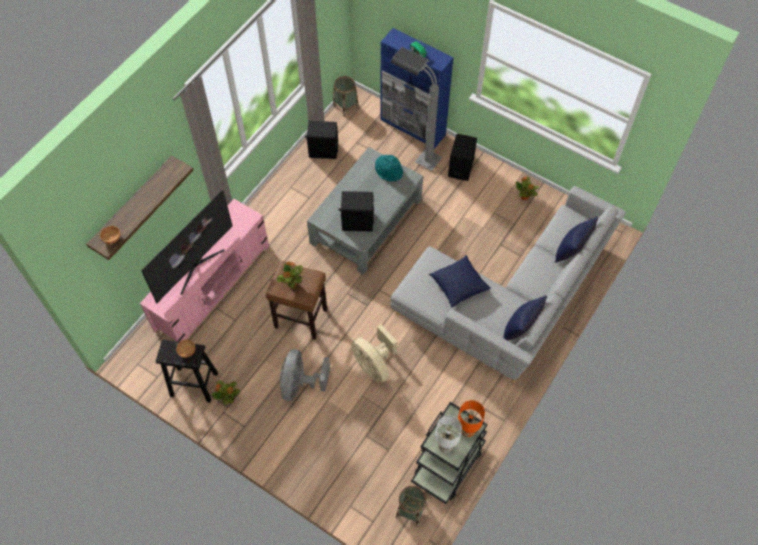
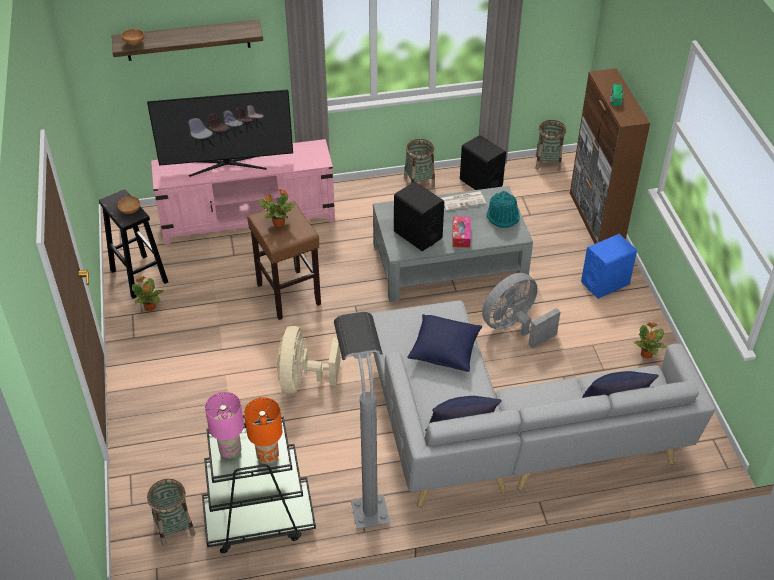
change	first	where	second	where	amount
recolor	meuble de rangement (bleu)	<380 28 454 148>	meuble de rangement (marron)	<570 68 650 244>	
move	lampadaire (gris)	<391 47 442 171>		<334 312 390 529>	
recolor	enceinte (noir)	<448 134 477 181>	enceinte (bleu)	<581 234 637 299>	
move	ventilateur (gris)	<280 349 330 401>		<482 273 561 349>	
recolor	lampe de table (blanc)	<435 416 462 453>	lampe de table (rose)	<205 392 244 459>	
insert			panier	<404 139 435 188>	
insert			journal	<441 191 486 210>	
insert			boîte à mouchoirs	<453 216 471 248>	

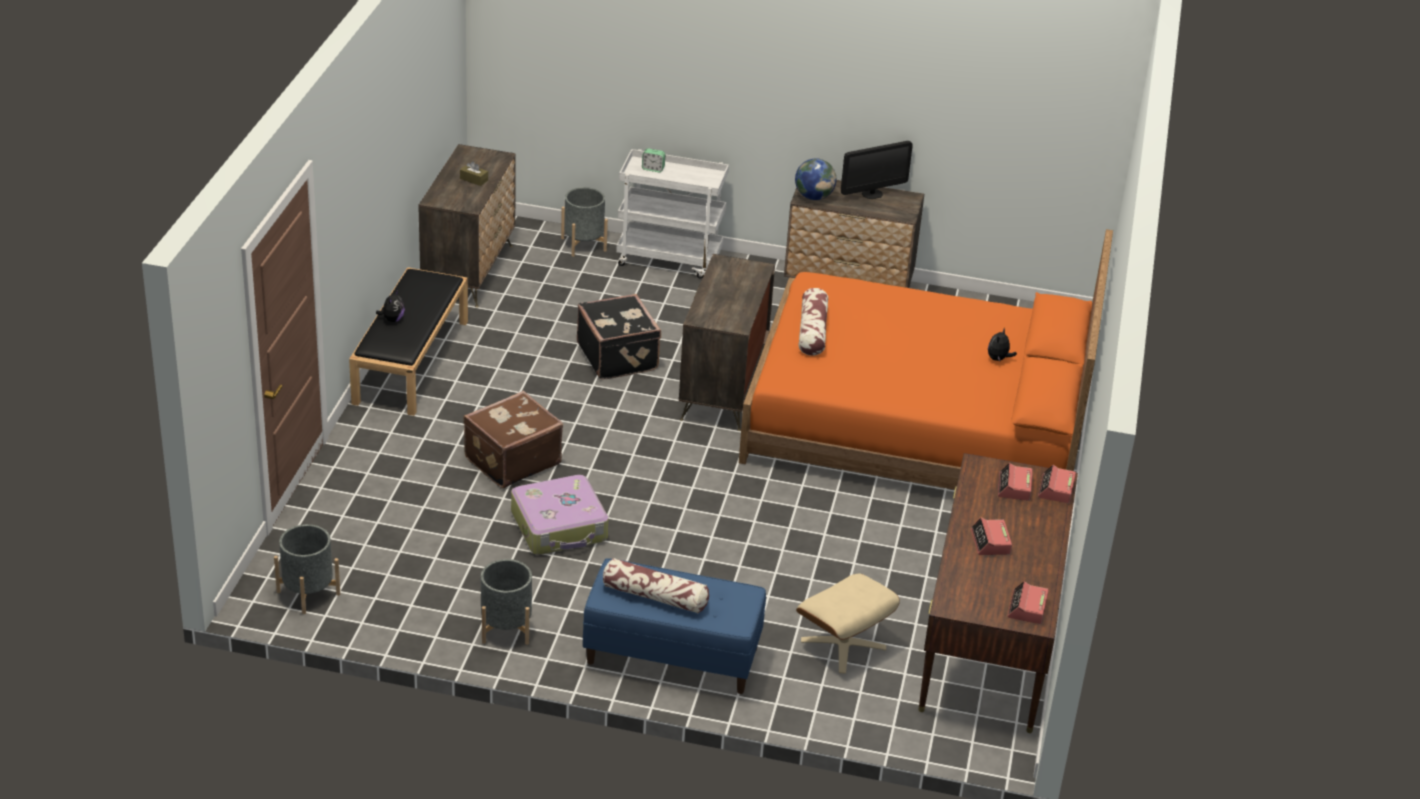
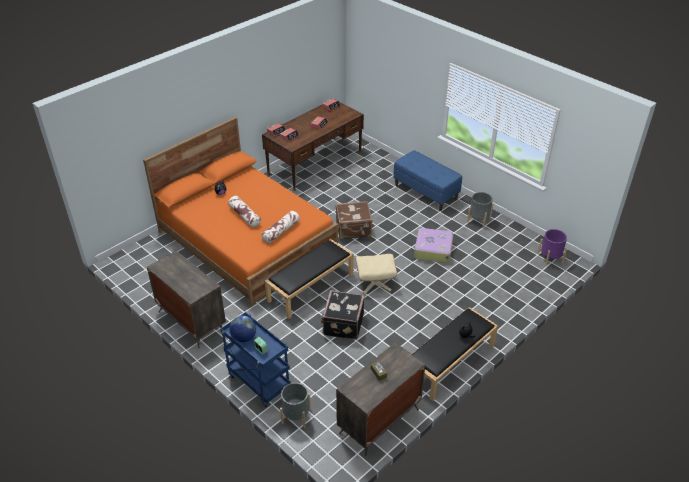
change	first	where	second	where	amount
delete	écran d'ordinateur	<841 141 913 199>			
recolor	chariot (blanc)	<616 149 729 279>	chariot (bleu)	<220 312 291 408>	
move	globe	<795 158 836 200>		<229 315 256 342>	
replace	commode	<679 254 775 431>	banc (noir)	<265 239 354 319>	
move	valise (marron)	<463 391 563 489>		<336 201 372 239>	
recolor	cache-pot (gris)	<274 524 340 614>	cache-pot (violet)	<537 229 567 266>	
move	coussin	<603 558 709 613>		<228 196 261 227>	
move	pouf (beige)	<796 573 900 674>		<355 254 397 294>	

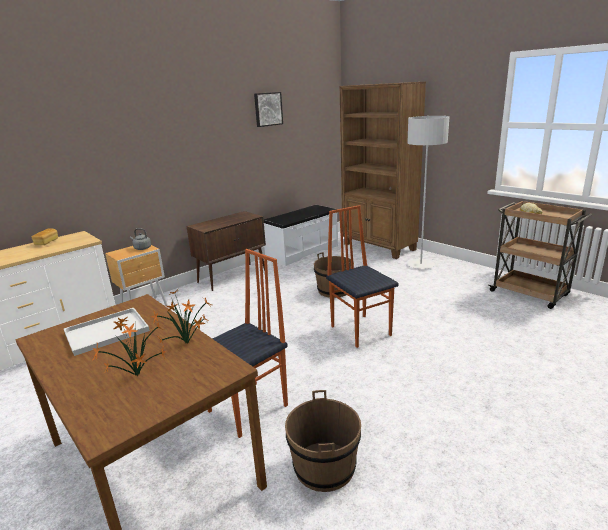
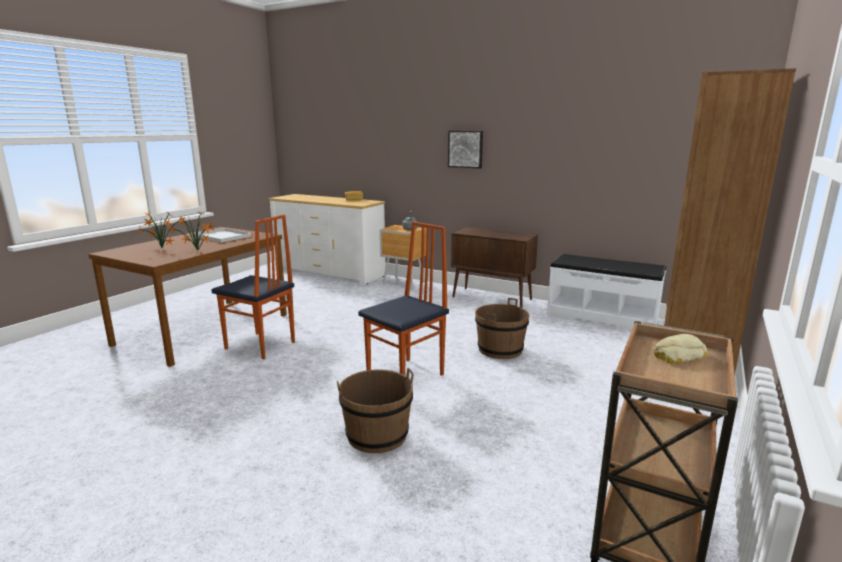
change	first	where	second	where	amount
move	tableau	<254 92 283 127>		<448 131 483 168>	
delete	lampadaire (gris)	<407 116 449 269>			
move	seau (marron)	<285 390 361 492>		<337 368 414 453>	

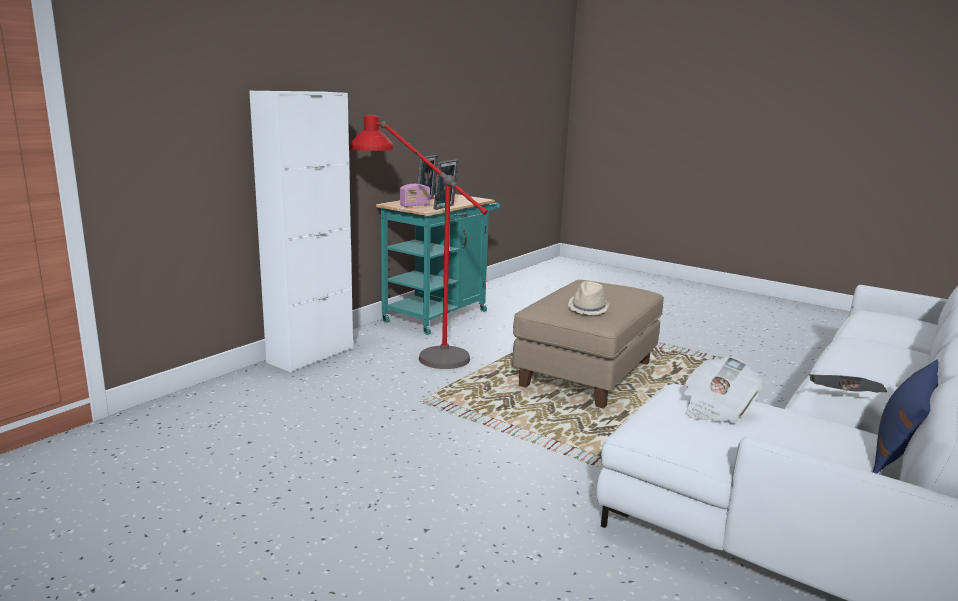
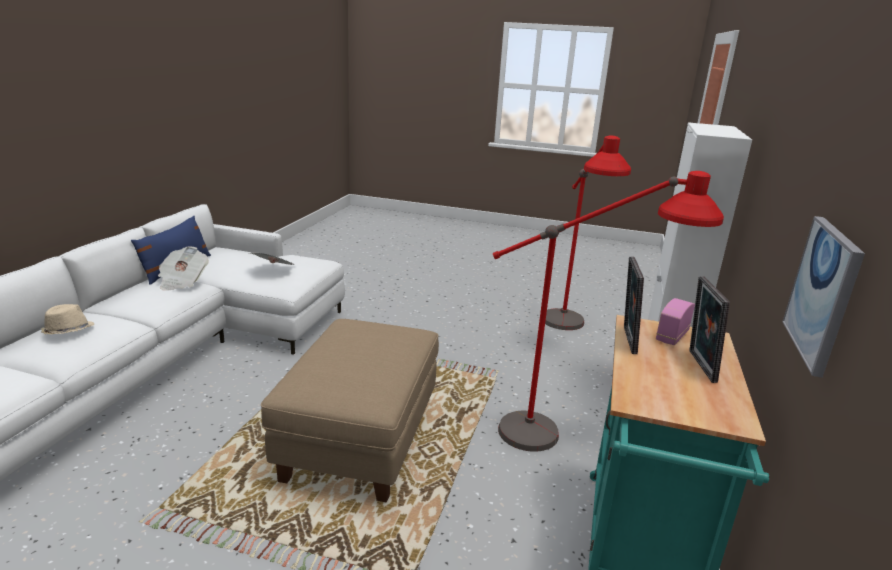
change	first	where	second	where	amount
move	chapeau (beige)	<568 281 610 315>		<41 304 95 335>	
insert			lampadaire (rouge)	<545 135 631 330>	
insert			tableau	<783 216 865 378>	

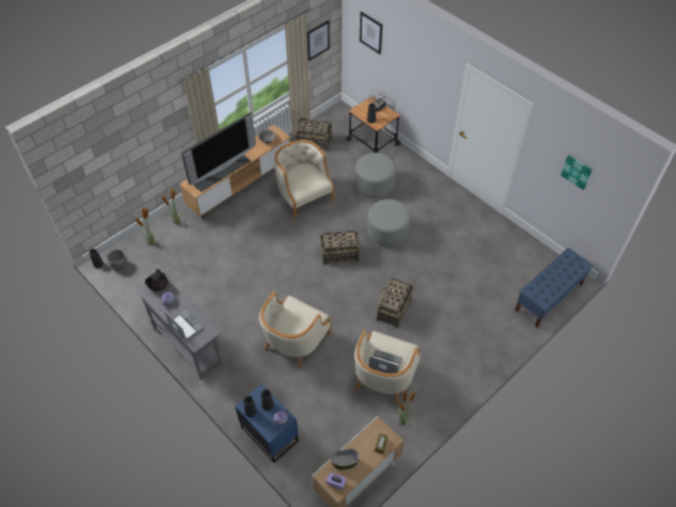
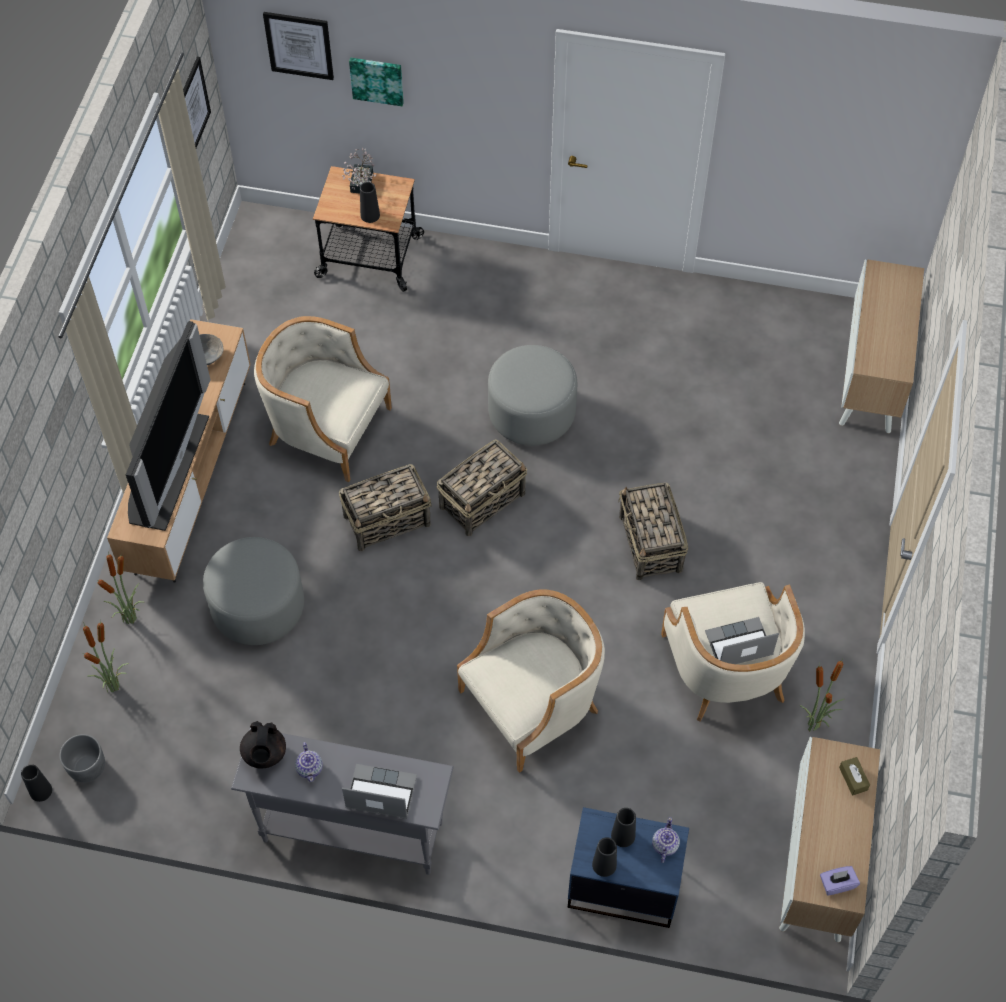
change	first	where	second	where	amount
move	panier	<295 118 332 151>		<339 464 432 551>	
move	pouf (gris)	<355 153 396 198>		<203 537 304 645>	
move	tableau	<561 155 592 190>		<349 58 404 106>	
replace	banc (bleu)	<515 248 593 328>	meuble de rangement	<839 259 924 433>	
rotate	fauteuil (beige)	<259 291 331 369>		<457 589 605 773>	120 degrees counterclockwise
delete	bol	<331 449 359 470>			

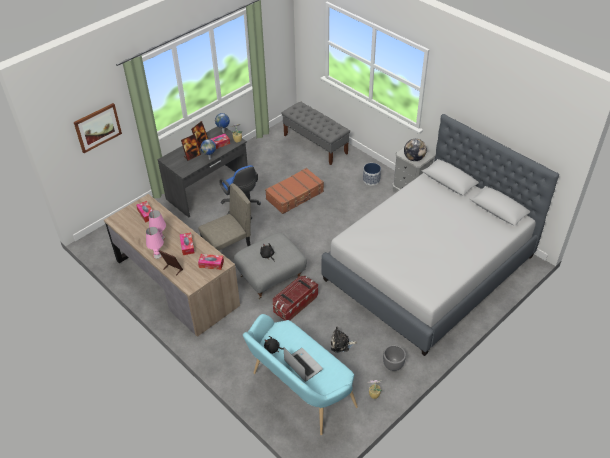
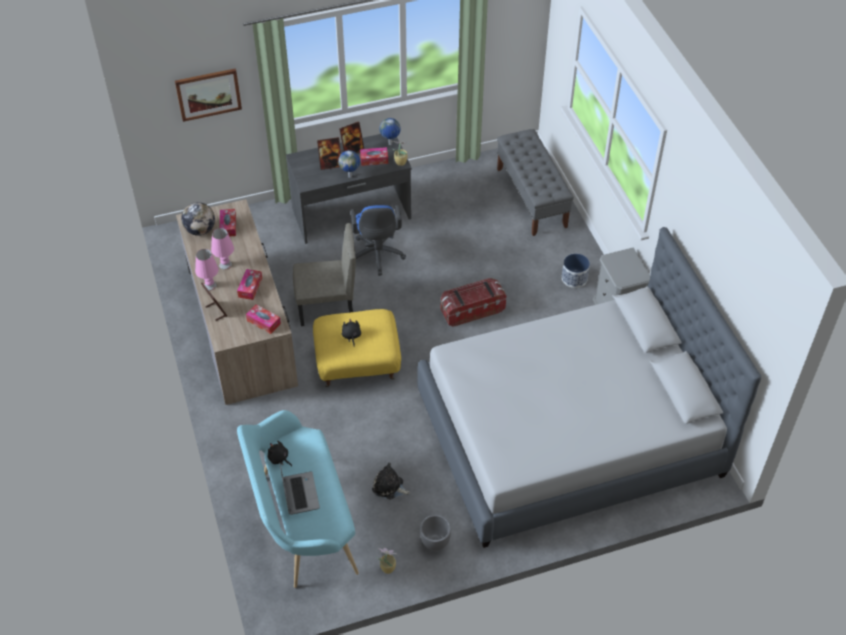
change	first	where	second	where	amount
move	globe	<404 139 427 161>		<181 202 215 236>	
delete	valise (marron)	<265 168 324 214>			
recolor	pouf (gris)	<234 233 307 299>	pouf (jaune)	<313 309 401 387>	
move	boîte de rangement	<273 276 318 321>		<441 278 506 327>	

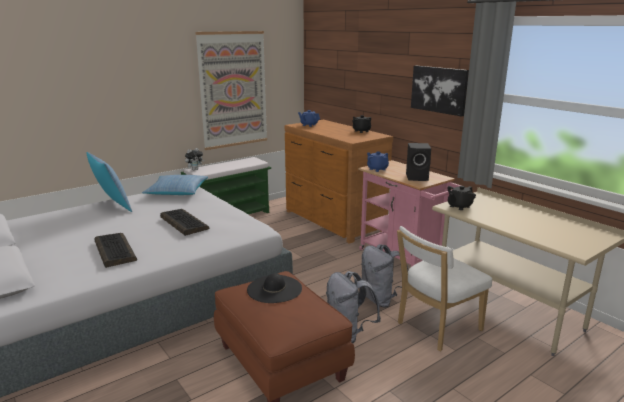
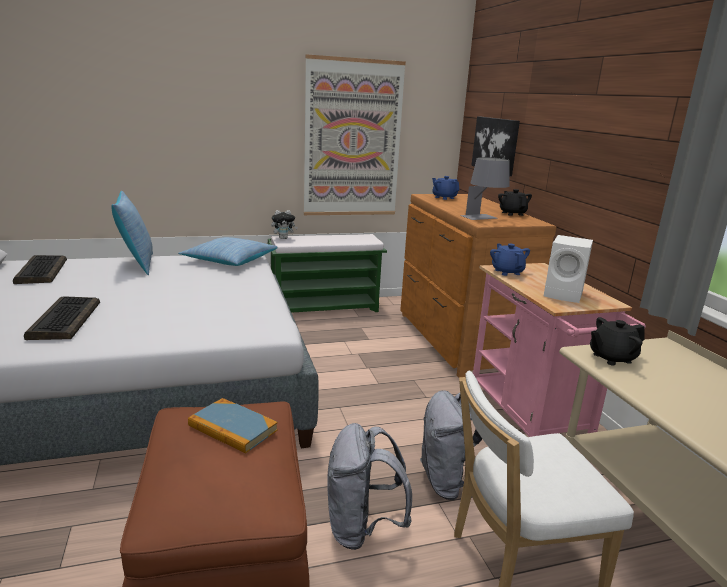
change	first	where	second	where	amount
move	tableau	<411 65 469 117>		<471 116 520 176>	
recolor	enceinte (noir)	<406 143 431 181>	enceinte (blanc)	<544 235 593 303>	
move	clavier	<160 209 209 236>		<13 255 67 284>	
replace	chapeau (noir)	<247 273 302 303>	livre	<188 398 278 453>	
insert			lampe de table (gris)	<460 157 509 220>	

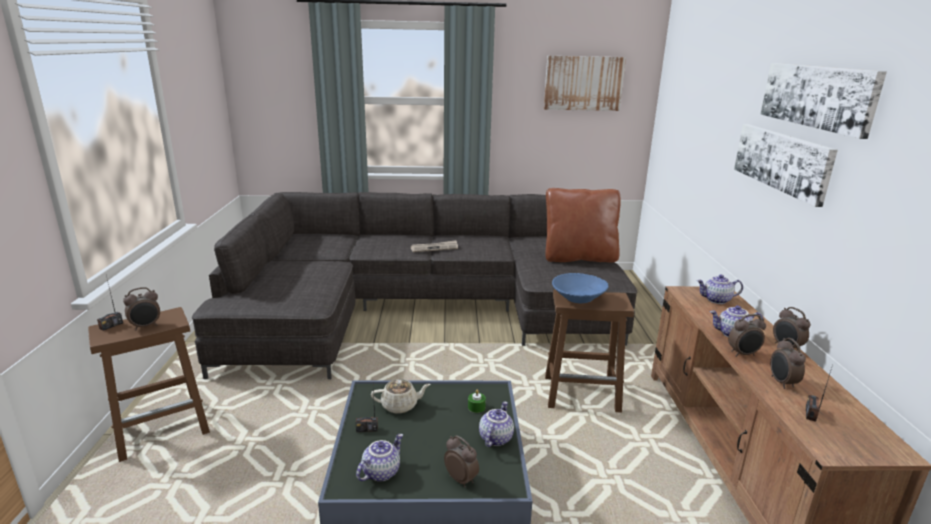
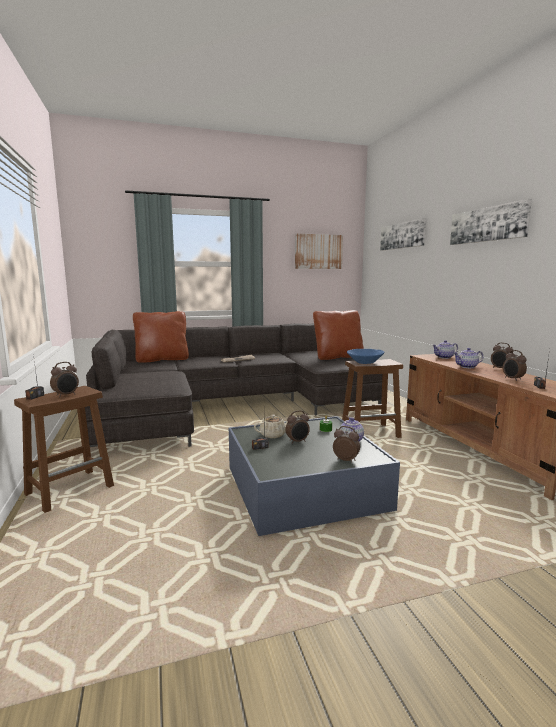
change	first	where	second	where	amount
move	tableau	<734 124 838 207>		<380 218 426 251>	
move	réveil	<728 314 766 357>		<285 410 310 444>	
delete	théière	<356 434 403 481>			
insert			coussin (marron)	<133 311 189 363>	

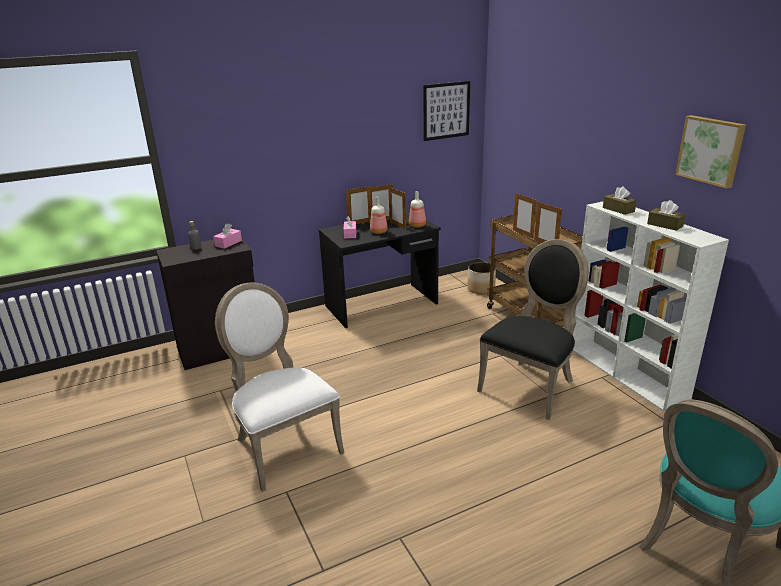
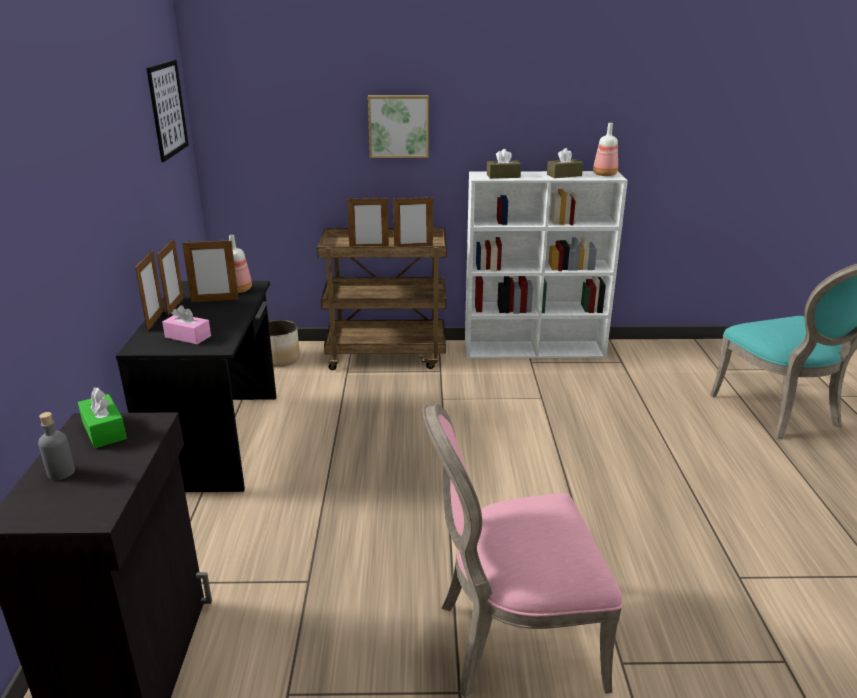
change	first	where	second	where	amount
move	tableau	<675 115 746 189>		<368 95 429 158>	
move	bouteille	<370 197 388 234>		<593 123 618 176>	
recolor	boîte à mouchoirs (rose)	<213 223 242 249>	boîte à mouchoirs (vert)	<78 387 127 448>	
delete	chaise (noir)	<477 239 589 420>			
recolor	chaise (blanc)	<215 282 344 492>	chaise (rose)	<422 404 622 698>	

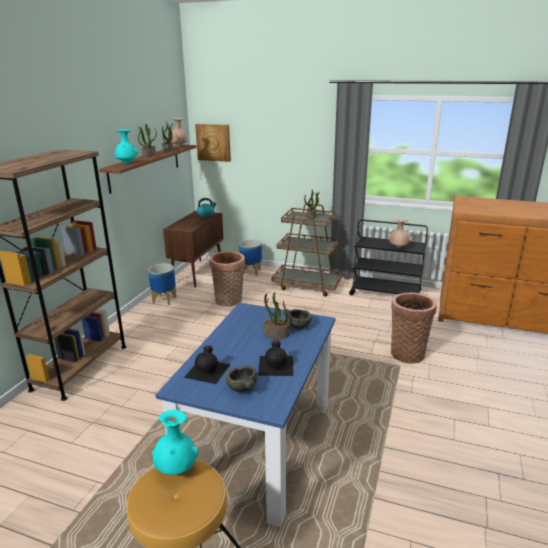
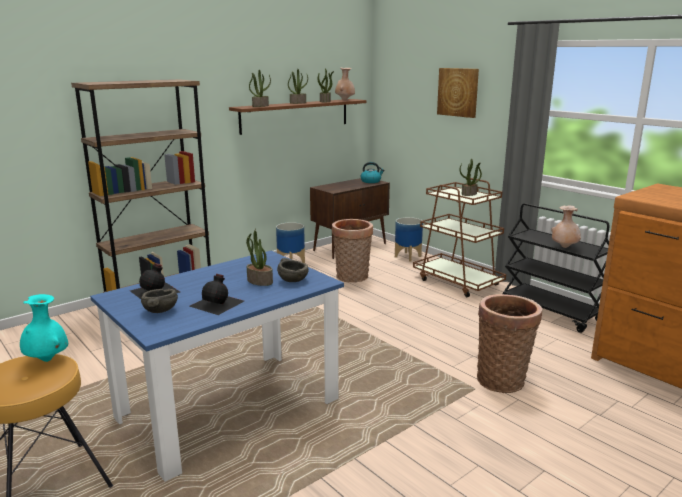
change	first	where	second	where	amount
move	tableau	<195 124 231 162>		<437 68 479 118>	
replace	vase (turquoise)	<114 130 138 164>	plante en pot	<249 70 271 107>	

